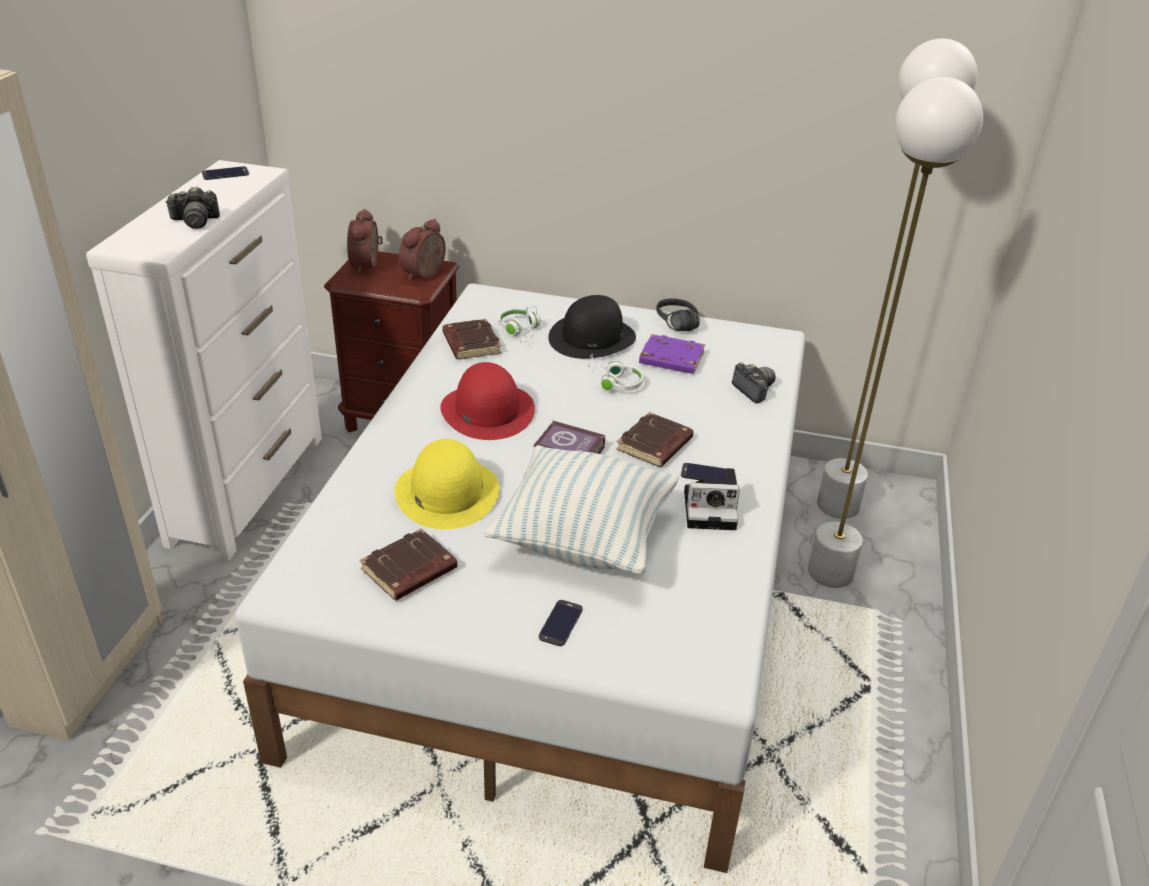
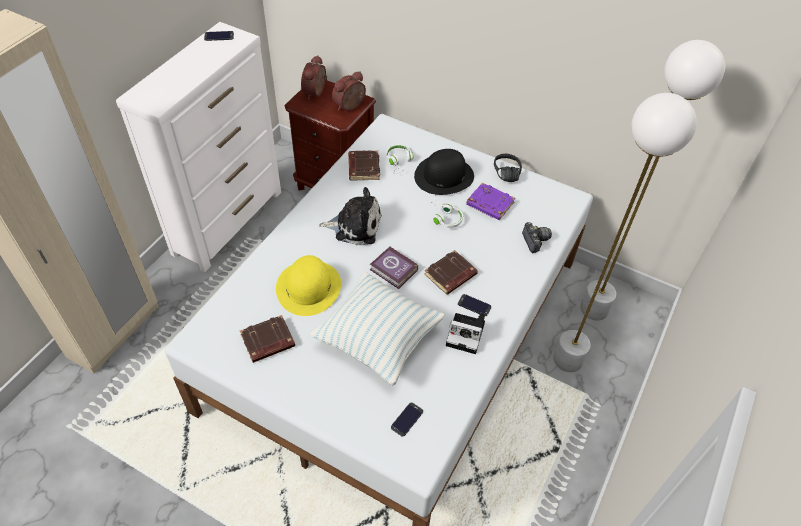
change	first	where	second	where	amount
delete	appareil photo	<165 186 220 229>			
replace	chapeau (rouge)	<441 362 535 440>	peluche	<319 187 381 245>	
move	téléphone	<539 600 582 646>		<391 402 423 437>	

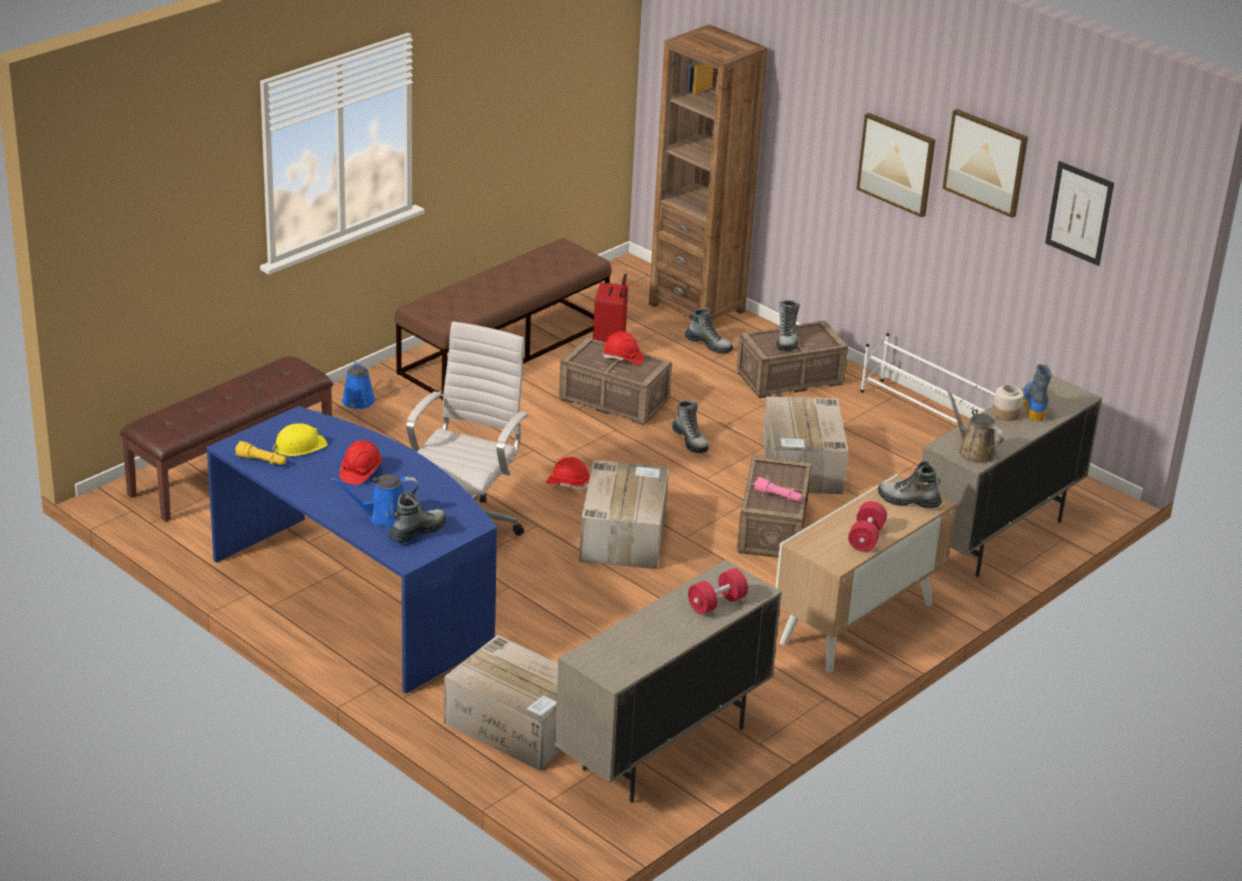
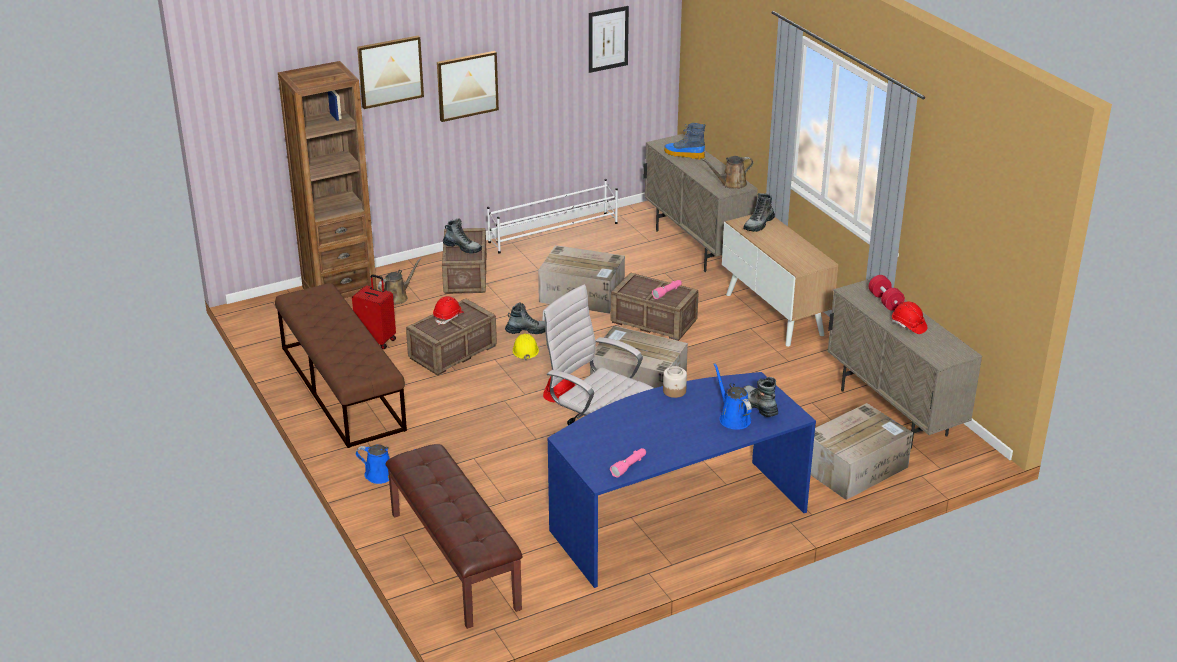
change	first	where	second	where	amount
move	tableau	<943 109 1028 218>		<357 35 424 109>	
replace	botte	<685 308 733 353>	arrosoir (marron)	<378 258 421 305>	
move	bocal	<993 384 1023 421>		<663 366 687 398>	
move	casque de chantier (jaune)	<272 423 328 456>		<512 333 539 360>	
move	casque de chantier (rouge)	<340 440 382 485>		<892 302 928 334>	
recolor	lampe de poche (jaune)	<235 441 286 465>	lampe de poche (rose)	<610 448 646 477>	
rotate	arrosoir (bleu)	<331 474 419 527>		<714 363 752 430>	150 degrees clockwise
delete	haltère (rouge)	<848 501 887 552>			

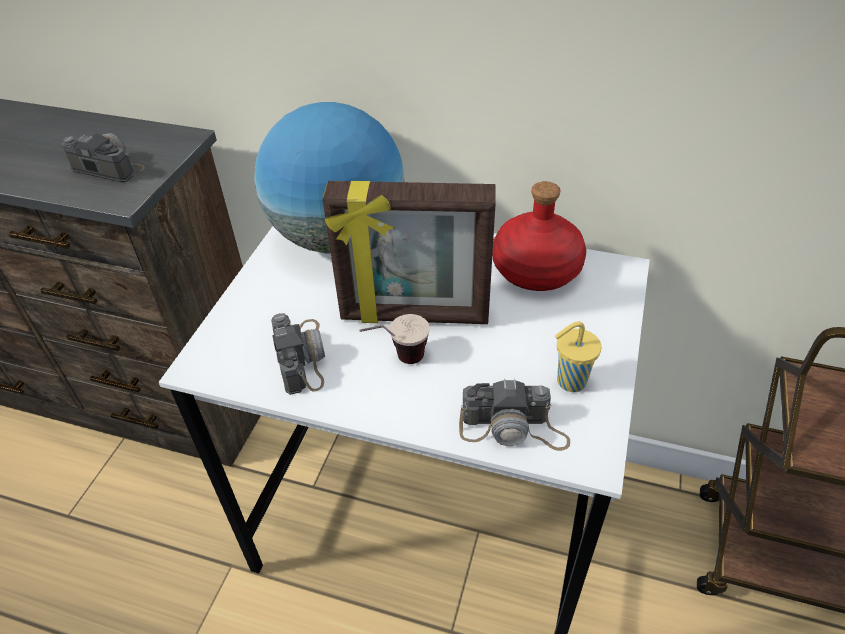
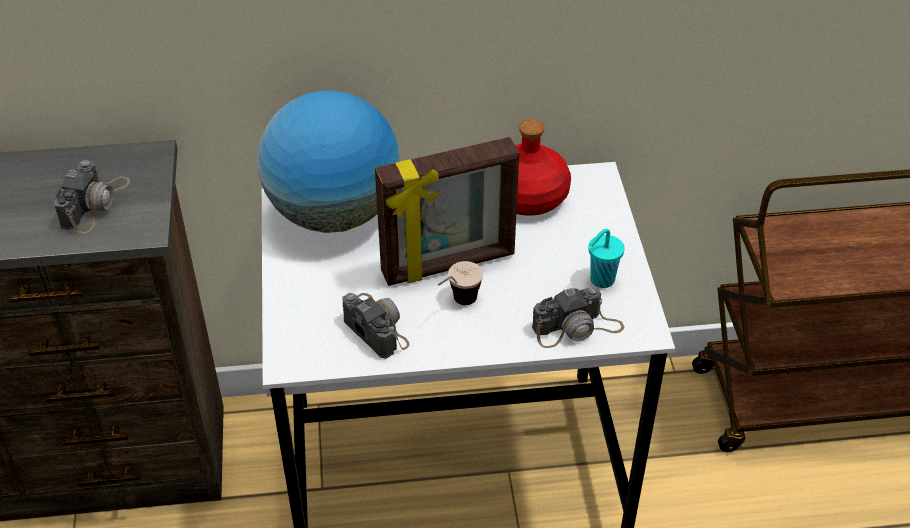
change	first	where	second	where	amount
rotate	appareil photo	<61 132 145 182>		<54 160 130 234>	105 degrees clockwise
recolor	tasse (jaune)	<555 322 601 392>	tasse (turquoise)	<589 229 625 288>	

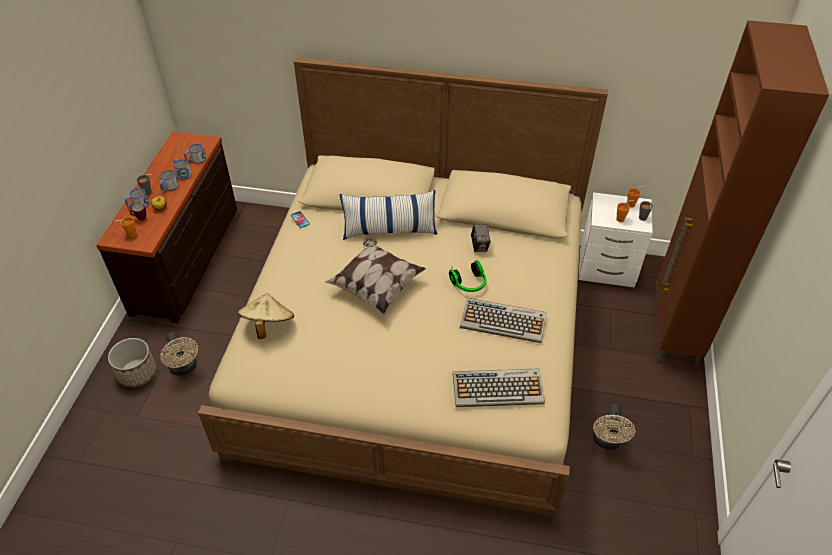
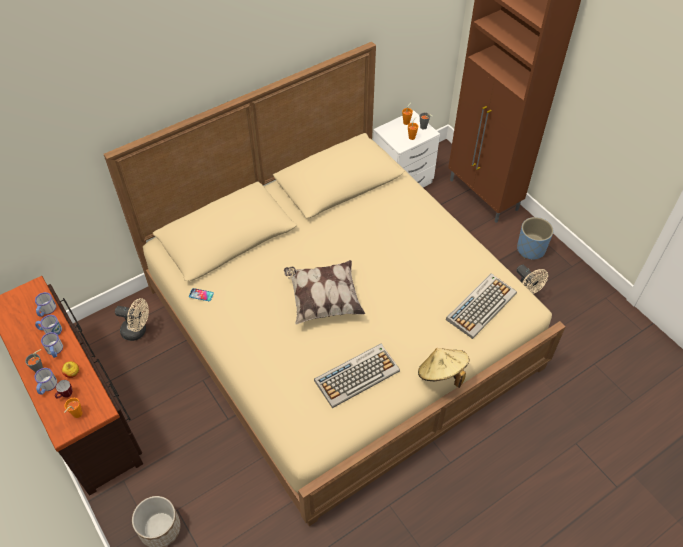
change	first	where	second	where	amount
delete	coussin	<340 190 437 240>			
delete	appareil photo	<471 224 491 252>			
delete	casque audio	<449 260 486 292>			
move	chapeau (beige)	<238 293 294 339>		<418 348 469 388>	
move	clavier	<460 298 546 343>		<314 343 400 408>	
move	ventilateur (beige)	<160 332 198 376>		<115 298 149 341>	
insert			cache-pot (bleu)	<517 217 553 259>	

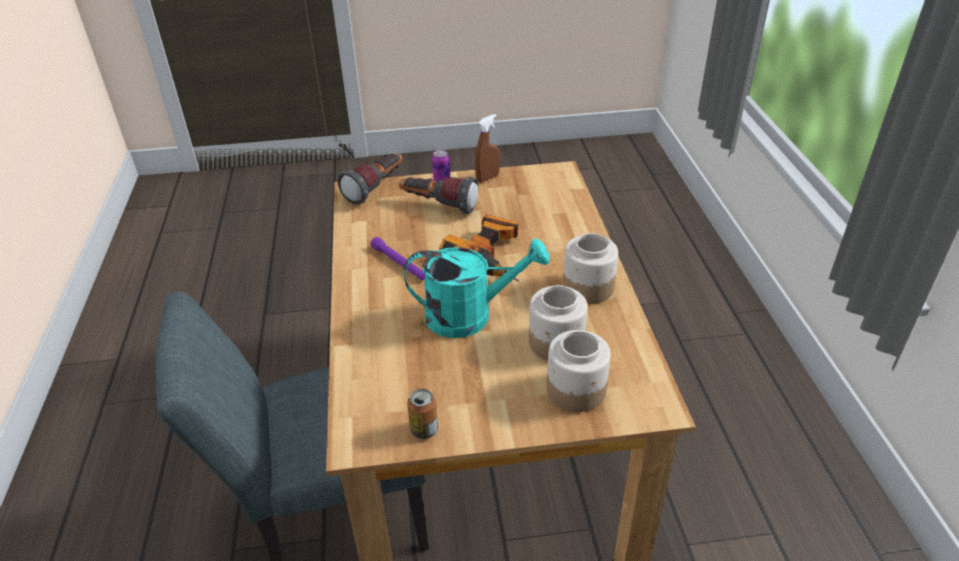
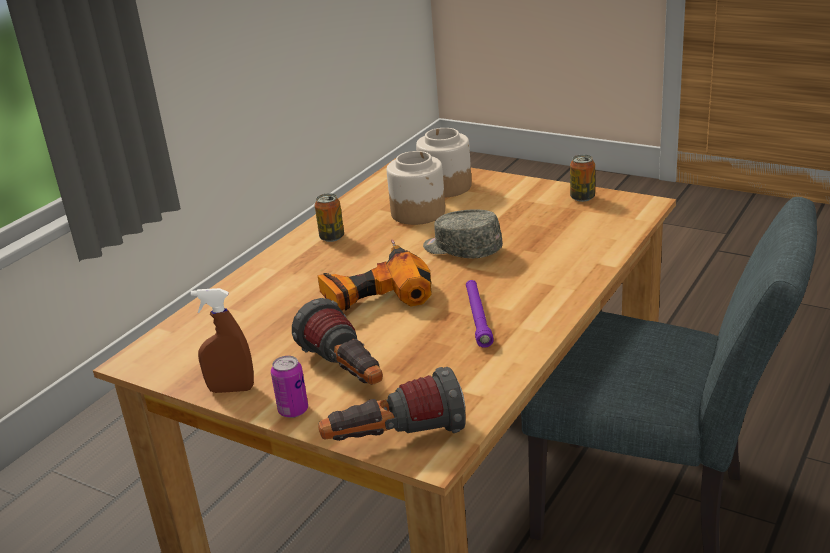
change	first	where	second	where	amount
replace	bocal	<563 233 618 304>	boîte métallique	<315 193 344 242>	
replace	arrosoir (turquoise)	<404 238 550 338>	casquette (gris)	<423 209 503 258>	

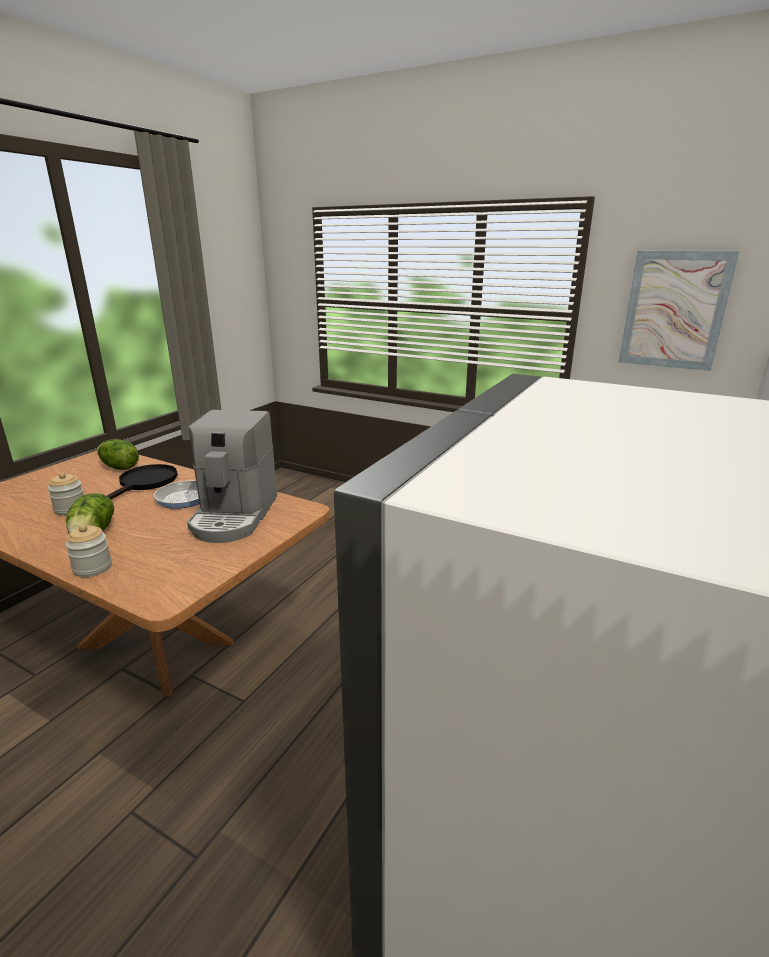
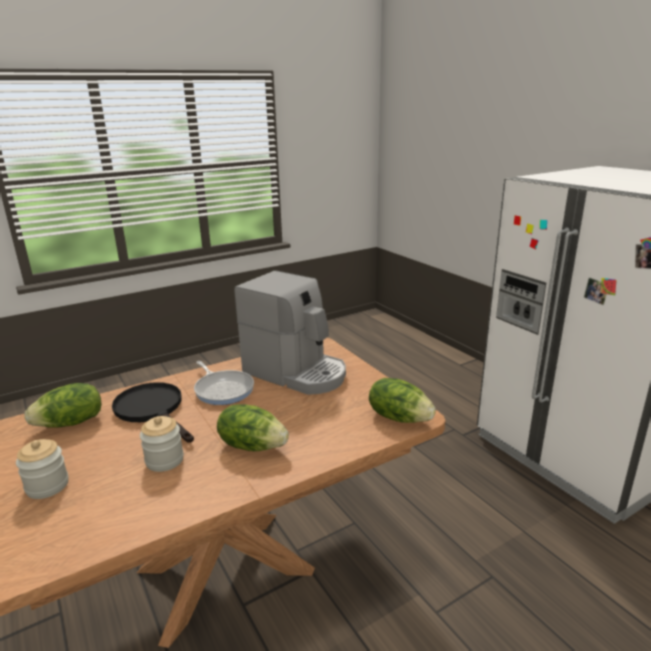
change	first	where	second	where	amount
delete	tableau	<618 251 739 371>			
move	bocal	<65 525 112 577>		<16 439 69 499>	
insert			laitue	<369 378 436 423>	

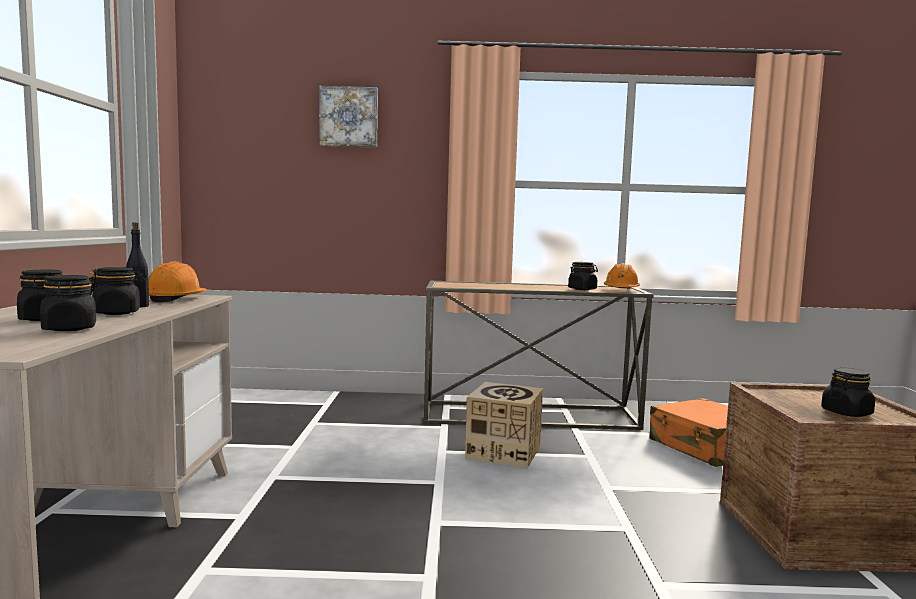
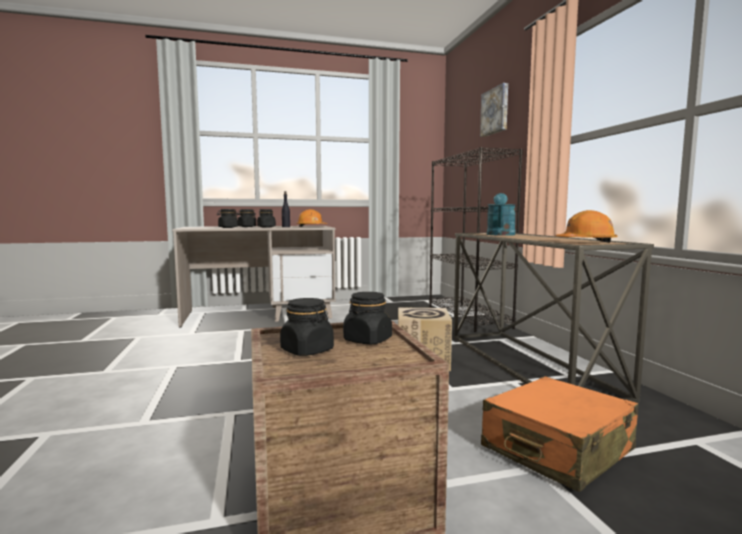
change	first	where	second	where	amount
move	bocal (noir)	<568 262 598 290>		<343 292 392 344>	
insert			bibliothèque (noir)	<429 147 523 332>	
insert			arrosoir (turquoise)	<487 193 516 236>	

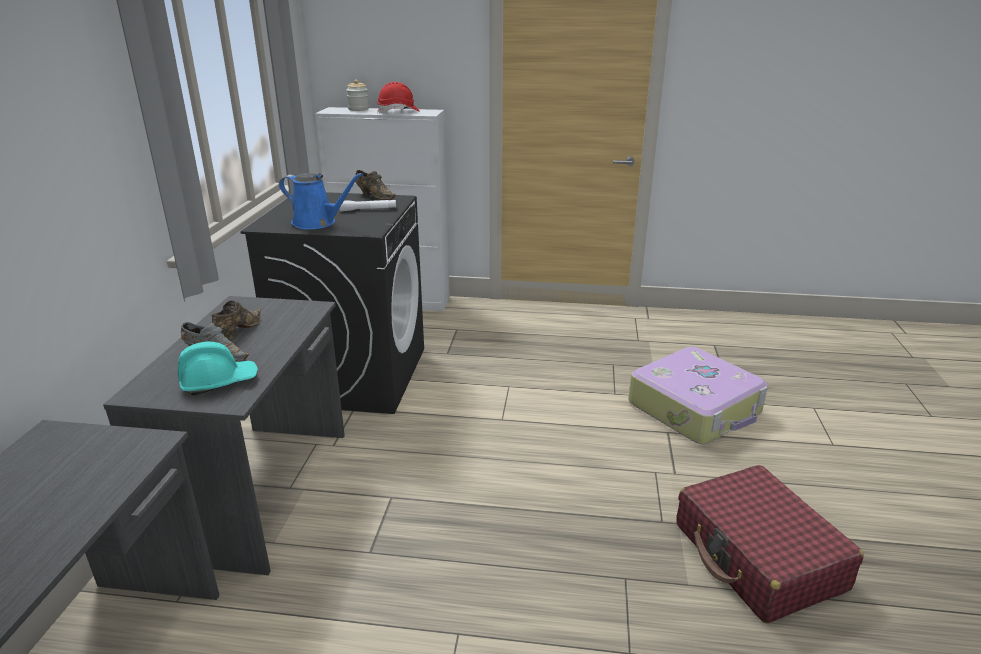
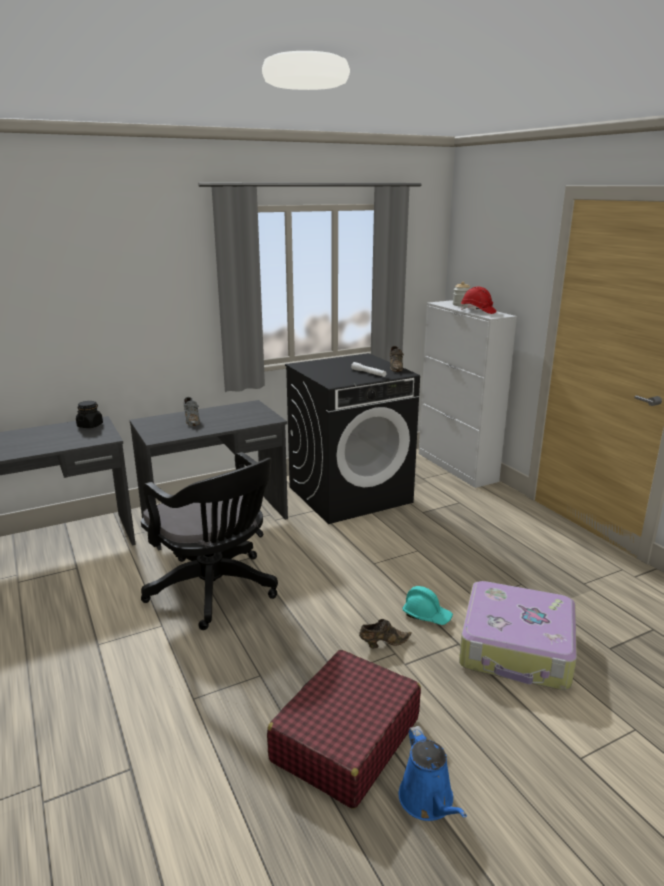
change	first	where	second	where	amount
move	arrosoir (bleu)	<279 173 363 229>		<399 726 467 821>	
move	chaussure (marron)	<212 300 261 340>		<359 619 412 648>	
move	casque de chantier (turquoise)	<178 342 258 395>		<403 586 453 625>	
insert			bocal (noir)	<76 401 103 428>	
insert			chaise de bureau (noir)	<141 452 278 630>	

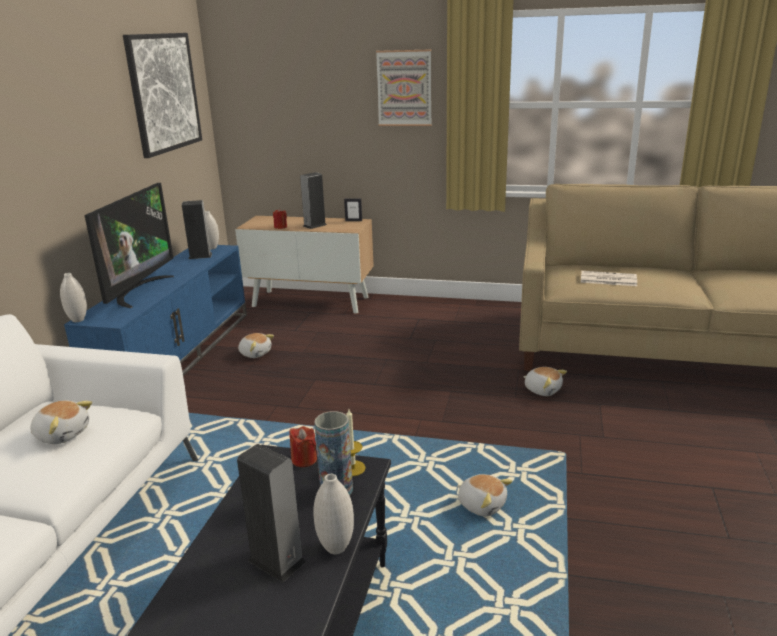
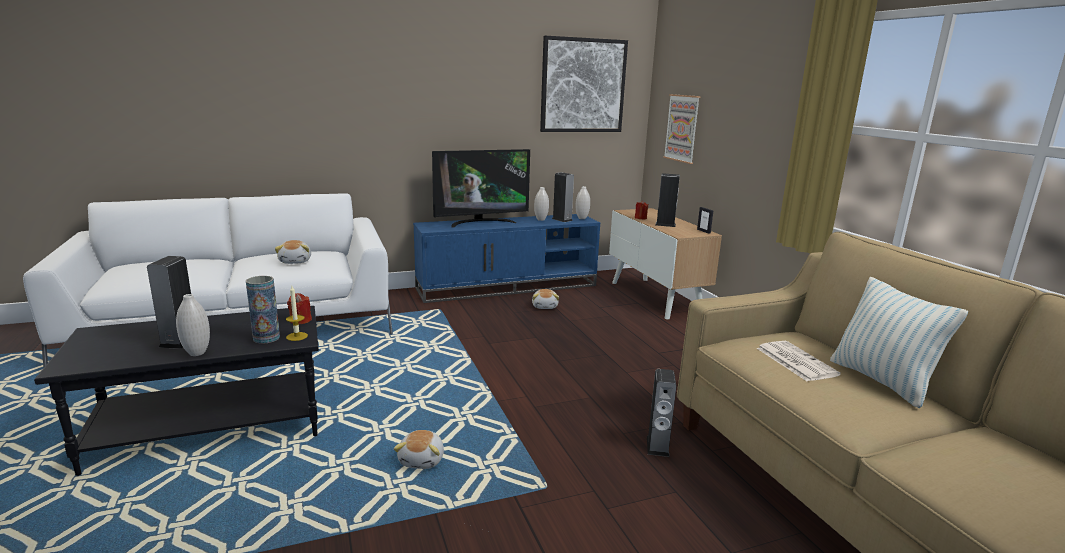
change	first	where	second	where	amount
move	tableau	<376 49 432 126>		<663 94 701 164>	
move	vase (blanc)	<60 273 87 322>		<534 187 549 221>	
replace	peluche	<523 367 567 396>	enceinte	<647 369 676 457>	
insert			coussin	<830 277 968 408>	

